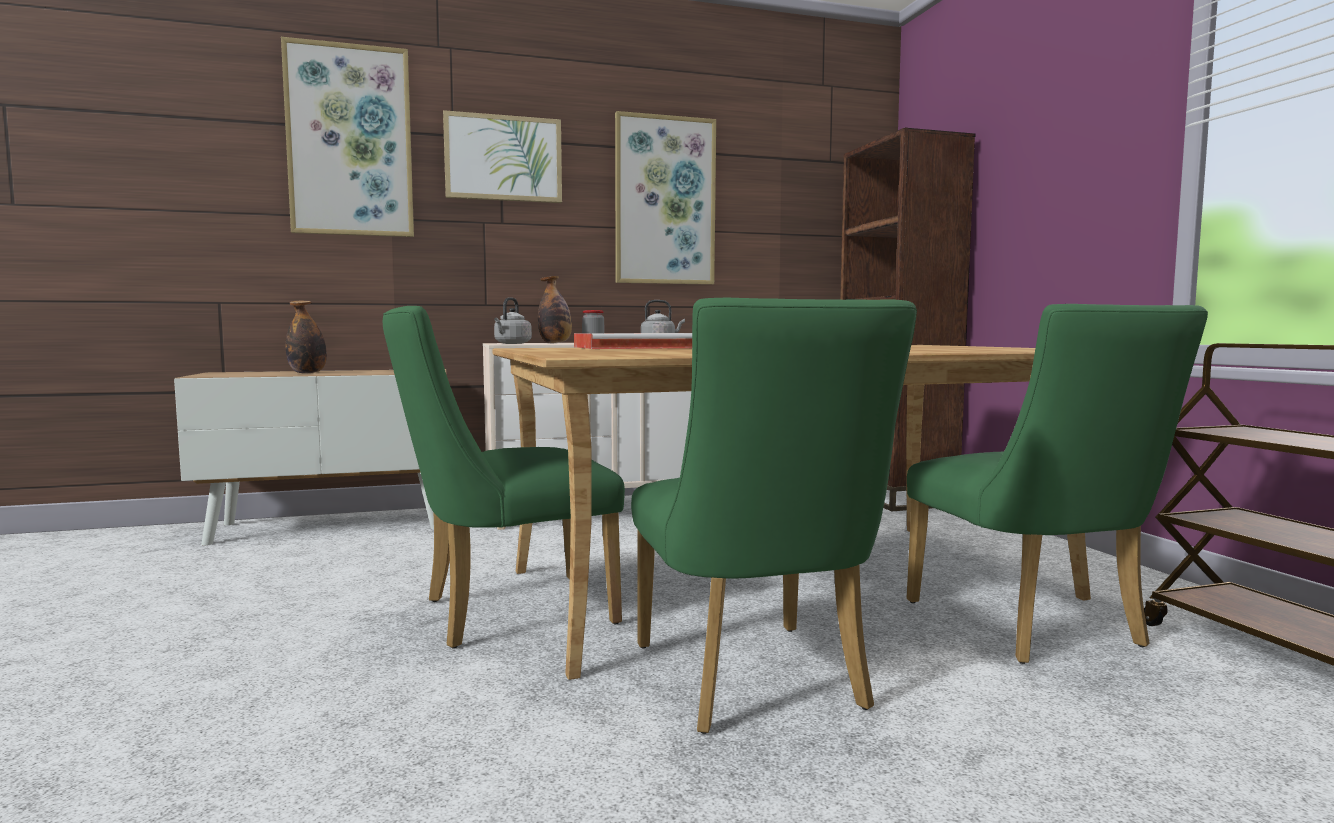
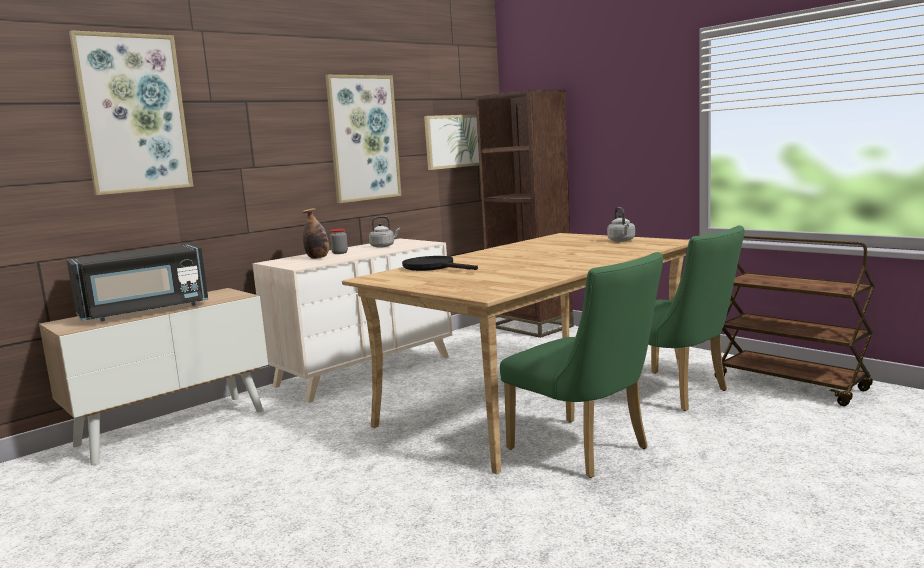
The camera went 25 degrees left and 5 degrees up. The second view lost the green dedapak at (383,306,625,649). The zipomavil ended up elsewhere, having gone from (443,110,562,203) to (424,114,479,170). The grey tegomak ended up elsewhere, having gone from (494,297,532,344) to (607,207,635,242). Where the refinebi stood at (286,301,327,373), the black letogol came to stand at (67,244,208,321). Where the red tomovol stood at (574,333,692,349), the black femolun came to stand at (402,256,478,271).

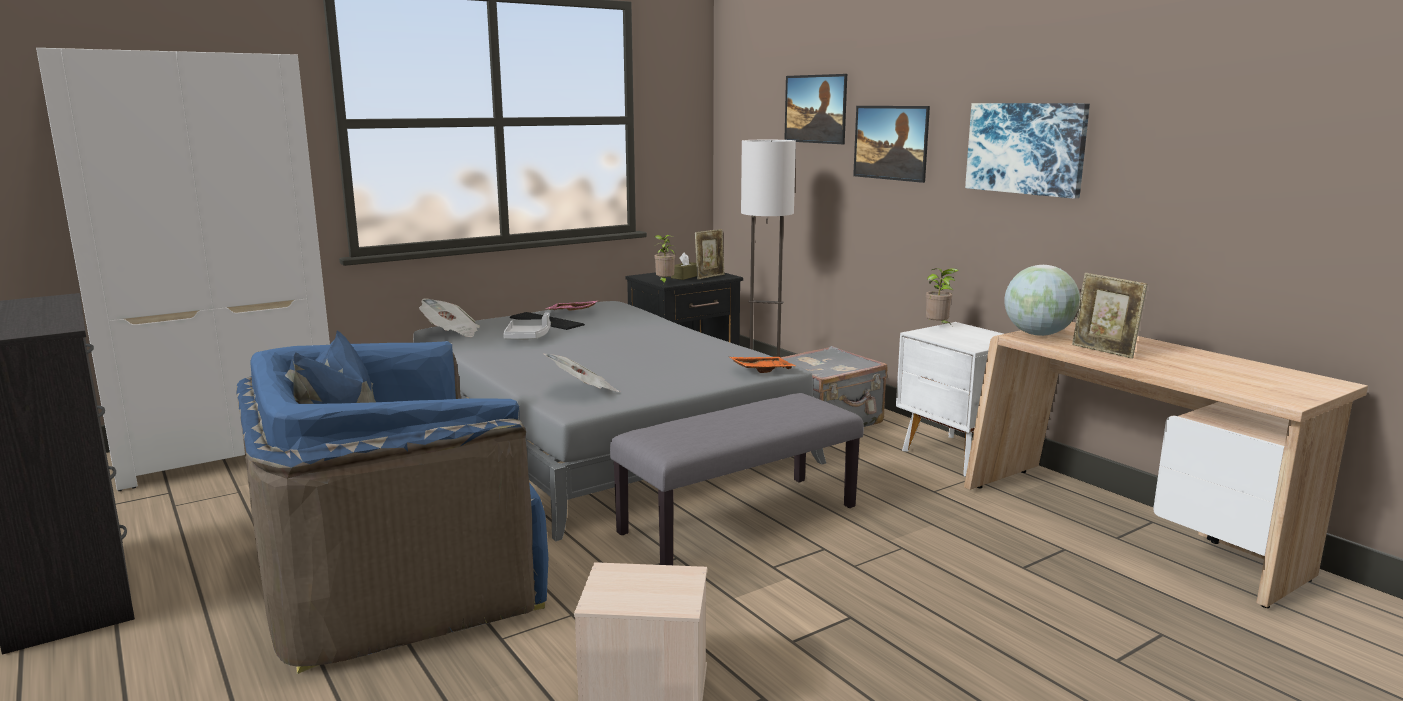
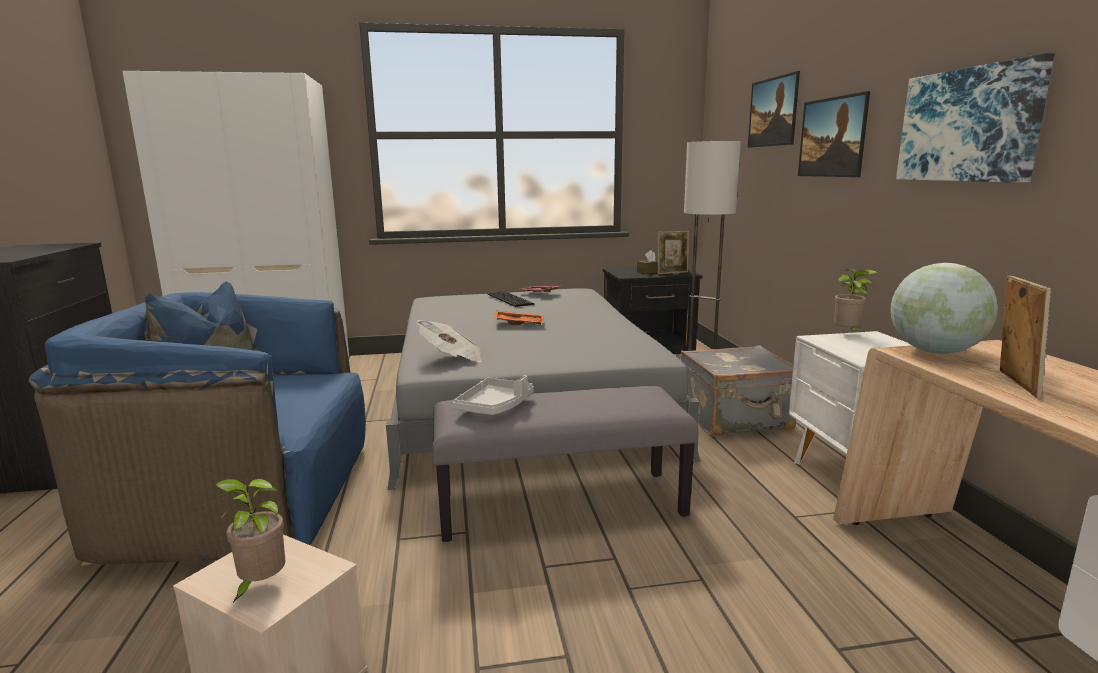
The camera went 25 degrees right and 0 degrees up. The second view lost the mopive at (419,299,480,337). The grey tomovol ended up elsewhere, having gone from (503,313,551,340) to (453,375,534,415). The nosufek ended up elsewhere, having gone from (654,235,675,284) to (209,478,285,603). The orange tomovol ended up elsewhere, having gone from (730,357,796,373) to (494,310,544,325). The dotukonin at (1072,273,1147,359) ended up facing another way, 150 degrees counterclockwise from before.

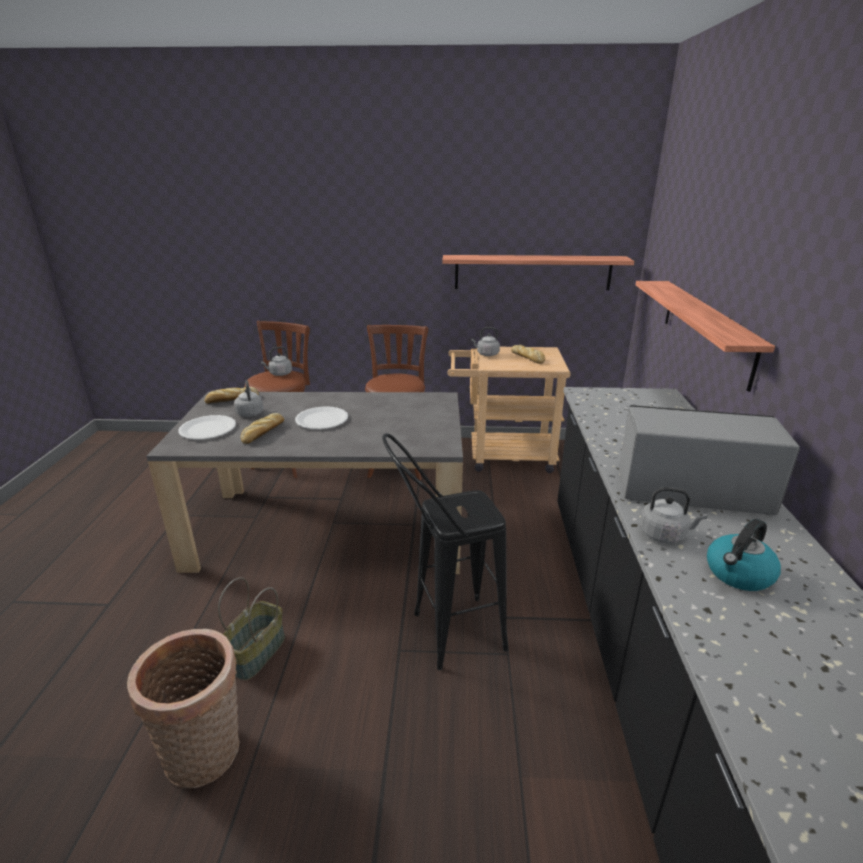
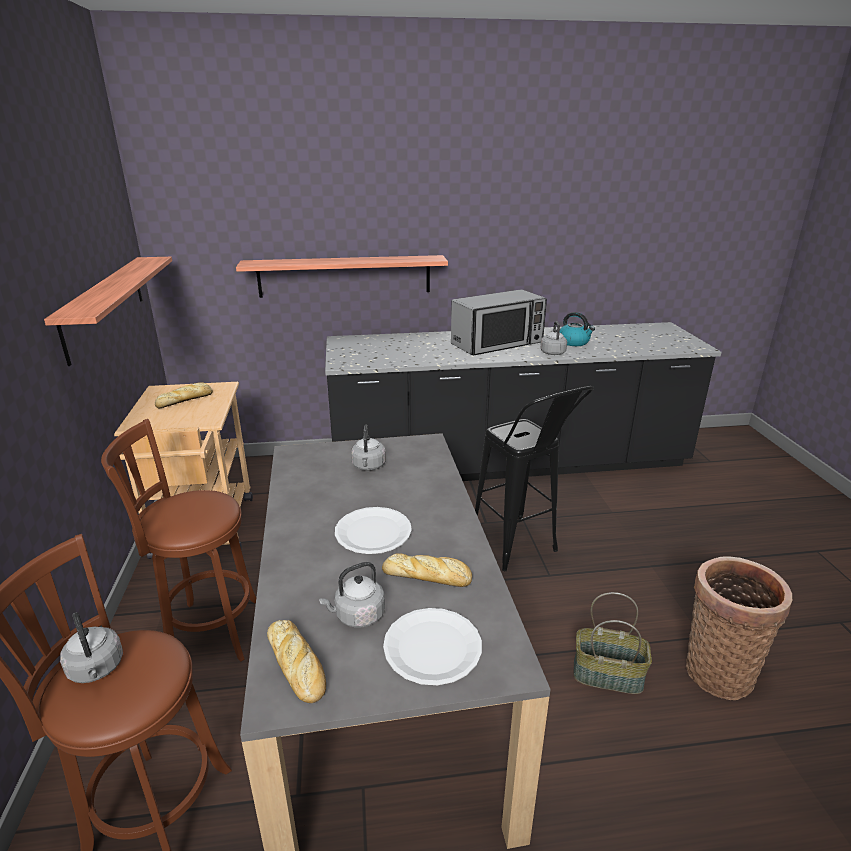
The camera went 100 degrees left and 0 degrees up. The grey tegomak ended up elsewhere, having gone from (471,327,500,356) to (351,424,386,471). The letogol at (619,405,800,515) ended up facing another way, 120 degrees counterclockwise from before.

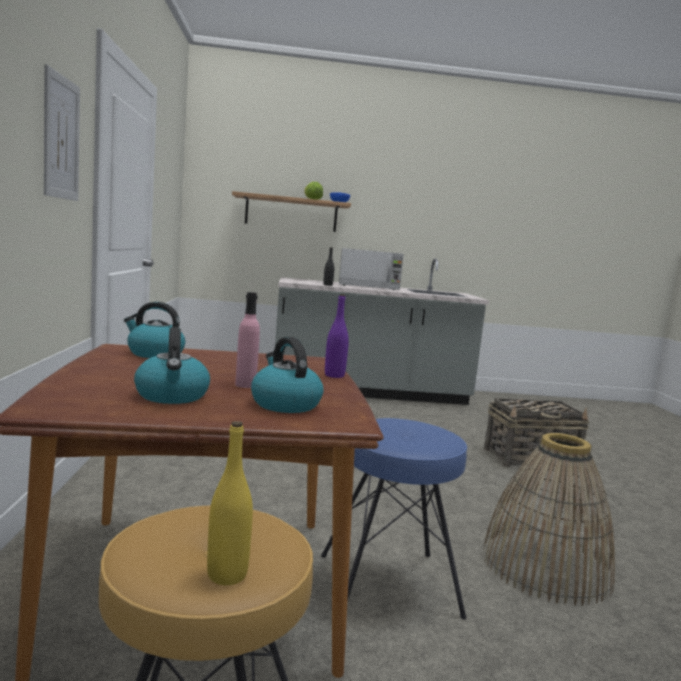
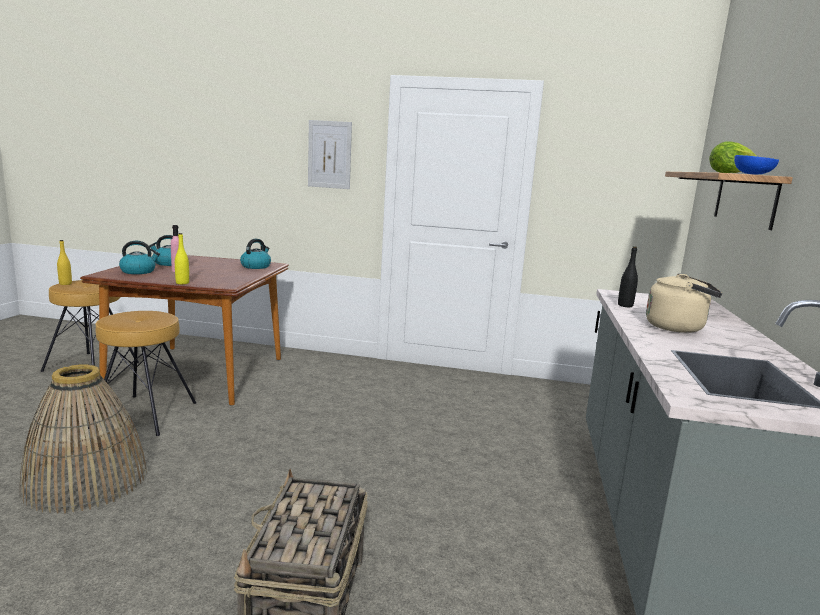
The camera went 105 degrees right and 5 degrees up. Where the letogol stood at (339,248,404,290), the beige tegomak came to stand at (646,273,722,333). What was the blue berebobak at (321,418,467,619) turned into the brown berebobak at (88,311,196,436). What was the purple refinebi at (325,294,349,378) turned into the yellow refinebi at (175,233,189,284).

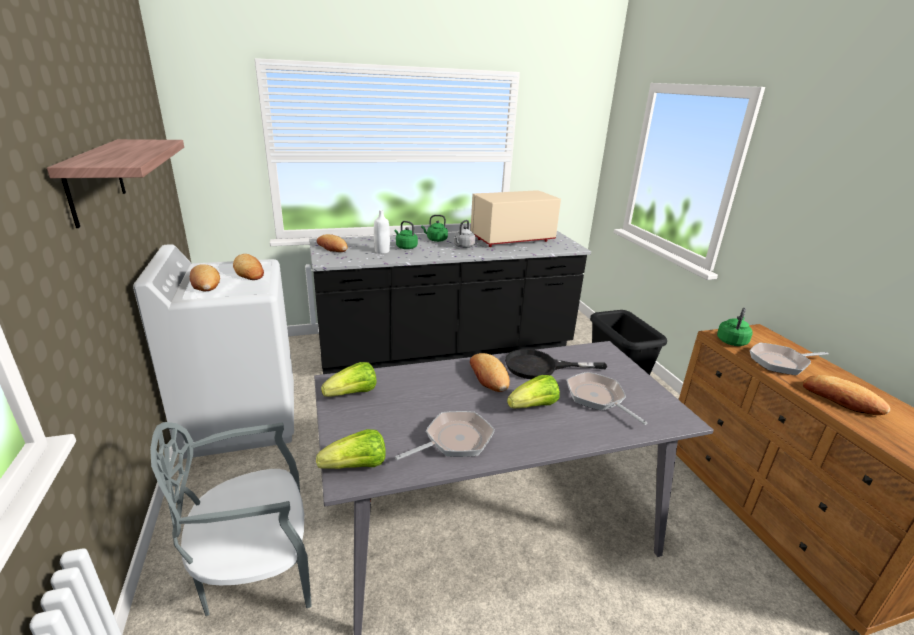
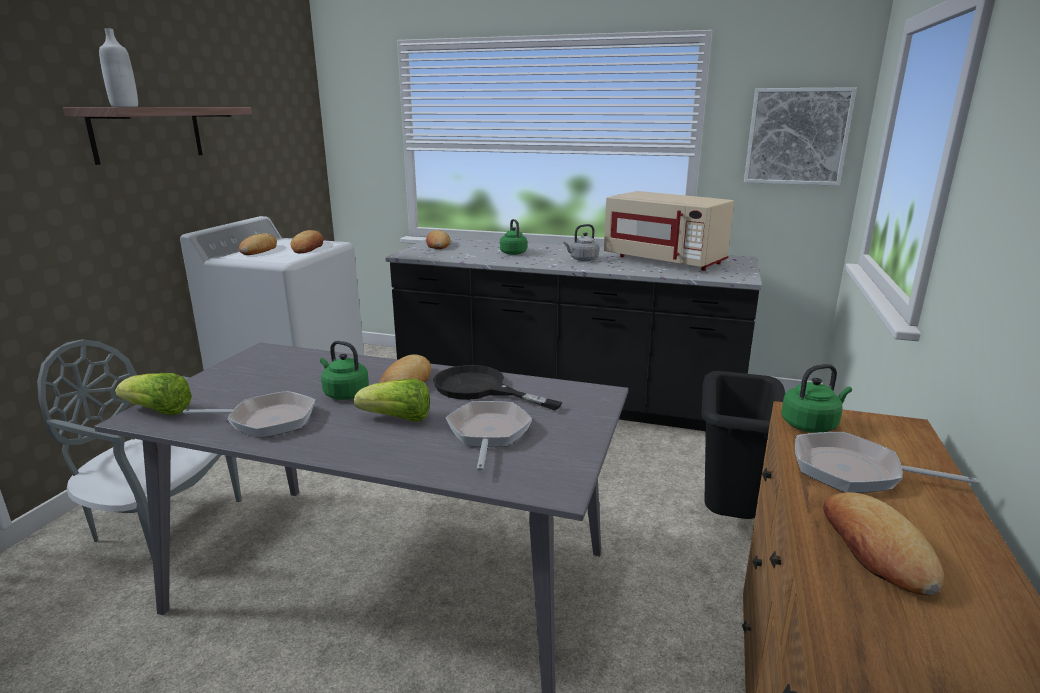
The camera went 35 degrees right and 5 degrees down. The second view lost the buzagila at (321,362,377,397). The second view gained the zipomavil at (744,87,857,186). The white refinebi ended up elsewhere, having gone from (374,210,390,254) to (99,28,138,107). The green tegomak ended up elsewhere, having gone from (421,215,448,242) to (320,341,369,400). The beige letogol at (471,190,561,247) ended up facing another way, 150 degrees counterclockwise from before.

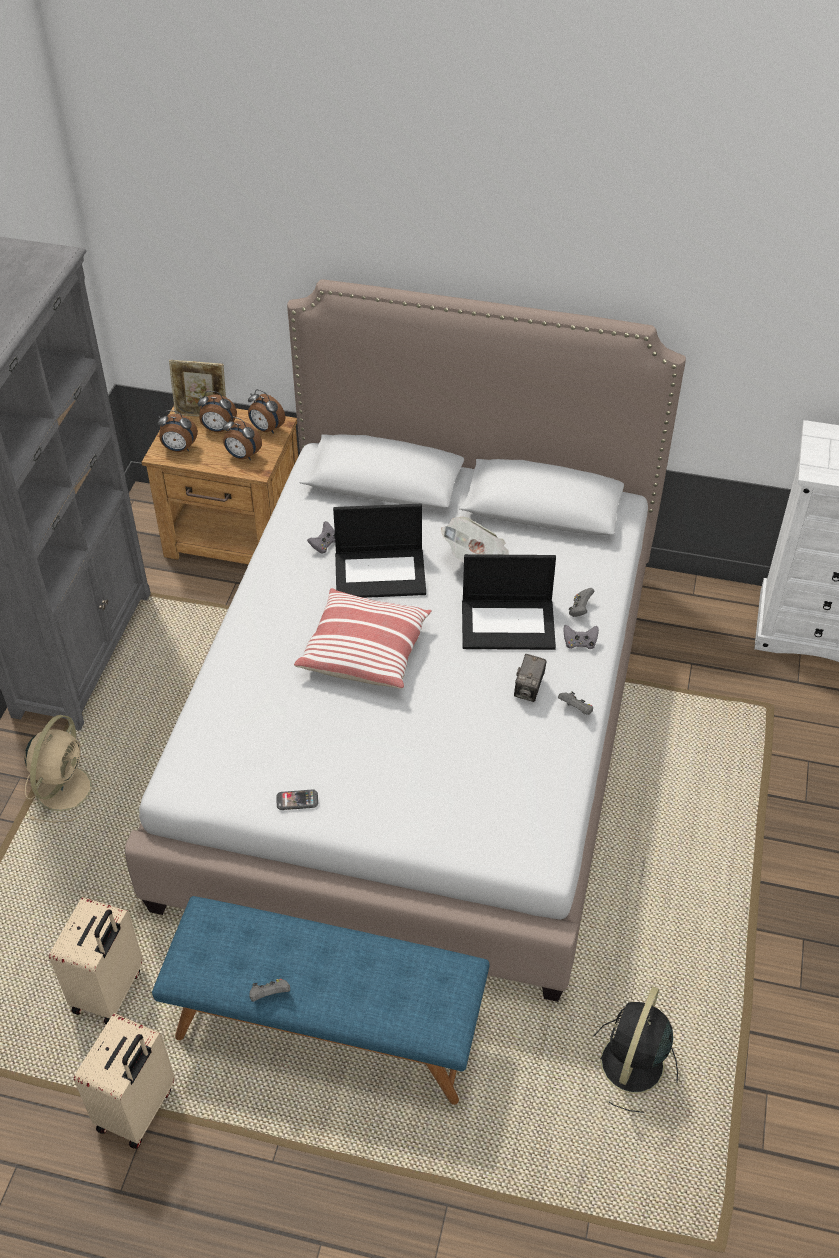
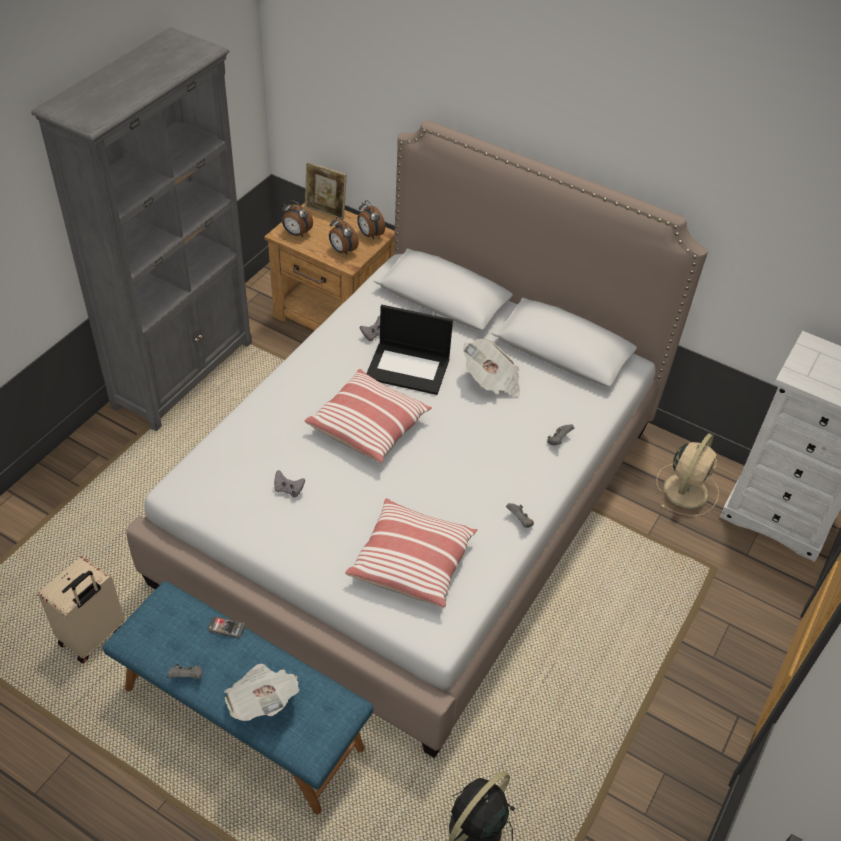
The camera went 15 degrees right and 0 degrees up. The second view lost the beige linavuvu at (74,1013,175,1149). The second view lost the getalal at (198,391,237,432). The second view lost the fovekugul at (462,554,556,650). The second view lost the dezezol at (514,654,547,702). The second view gained the mopive at (224,664,299,721). The second view gained the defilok at (345,498,477,608). The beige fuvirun ended up elsewhere, having gone from (24,715,96,823) to (656,433,719,517). The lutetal ended up elsewhere, having gone from (276,789,318,810) to (208,616,245,638). The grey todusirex ended up elsewhere, having gone from (563,625,599,649) to (274,470,305,497).

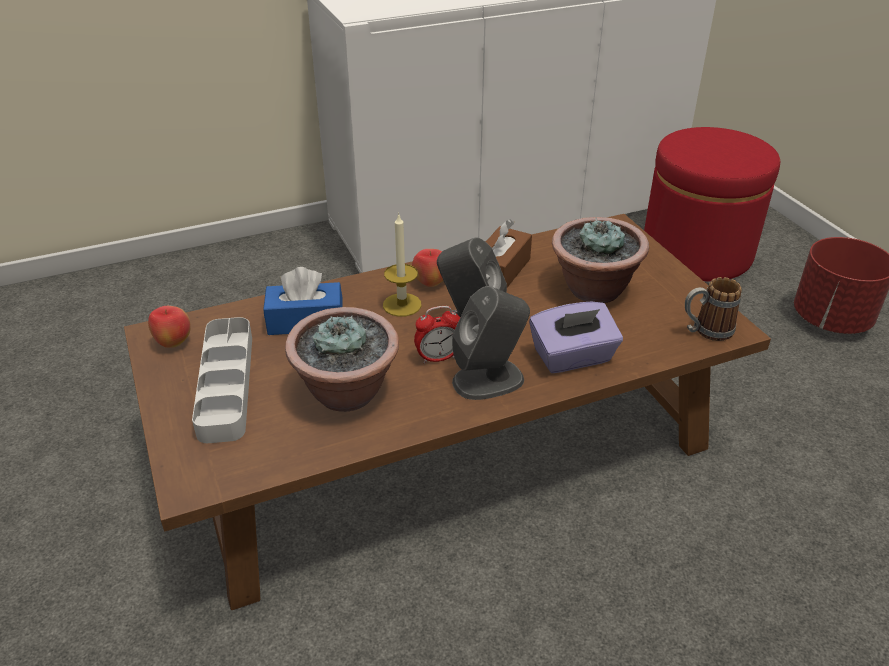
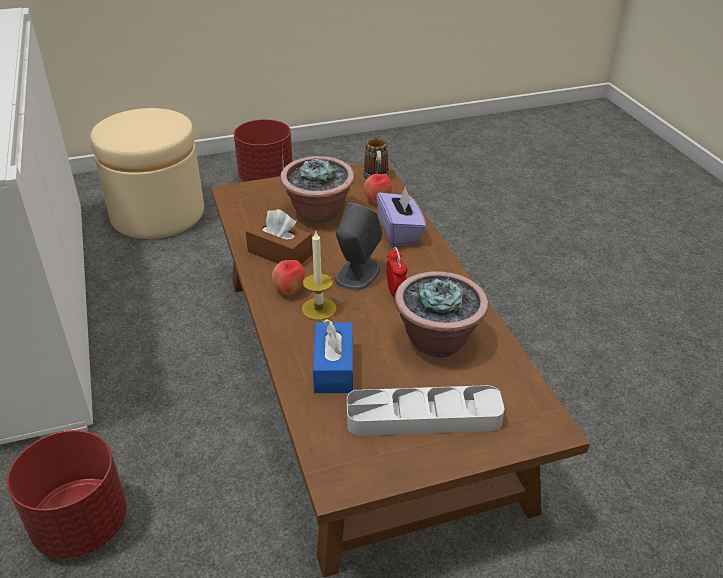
The camera went 85 degrees left and 0 degrees up. The second view lost the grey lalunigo at (452,286,530,400). The second view gained the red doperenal at (7,430,127,558). The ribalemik ended up elsewhere, having gone from (148,306,191,348) to (364,174,392,204). What was the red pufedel at (644,127,780,281) turned into the beige pufedel at (90,108,204,239).

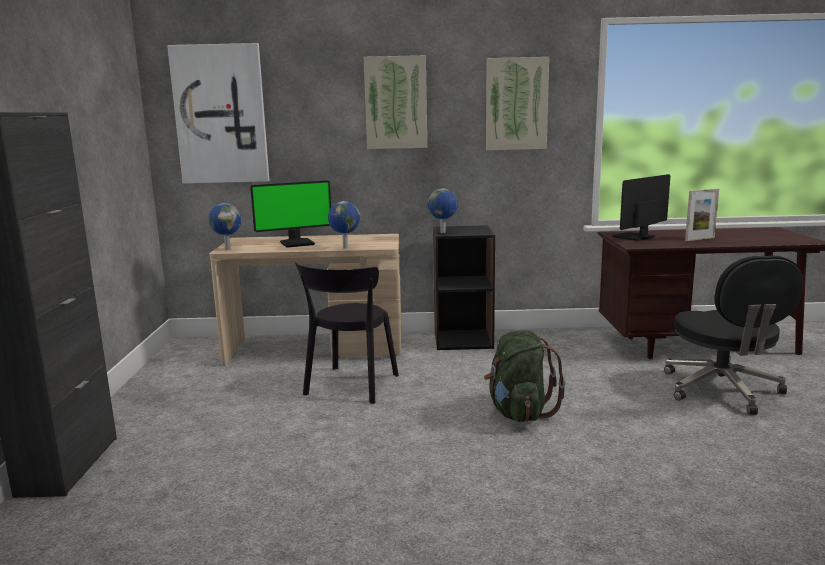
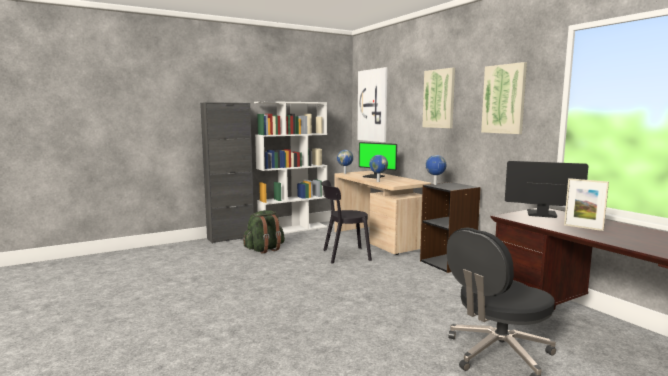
The camera went 60 degrees right and 5 degrees down. The second view gained the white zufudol at (254,101,327,234). The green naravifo ended up elsewhere, having gone from (484,330,565,422) to (243,210,285,254).

